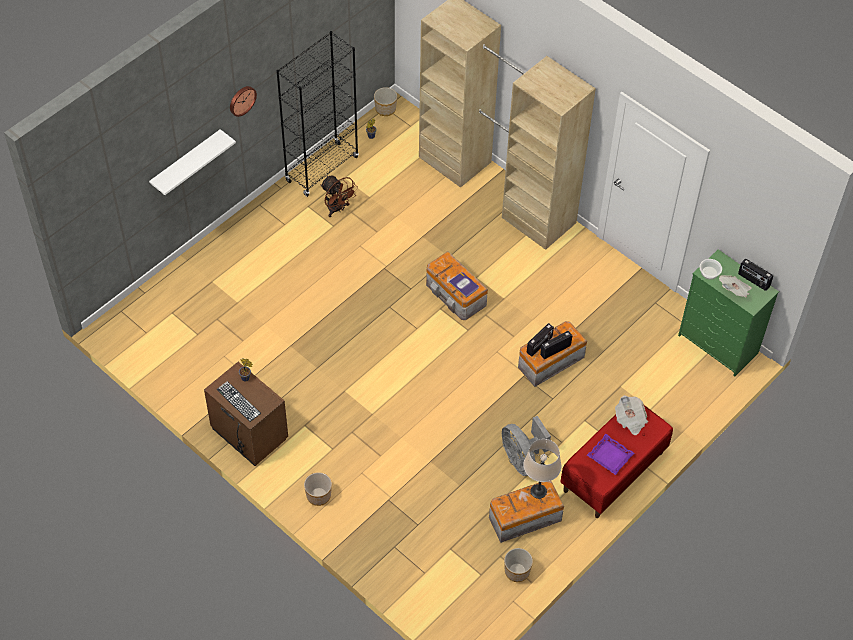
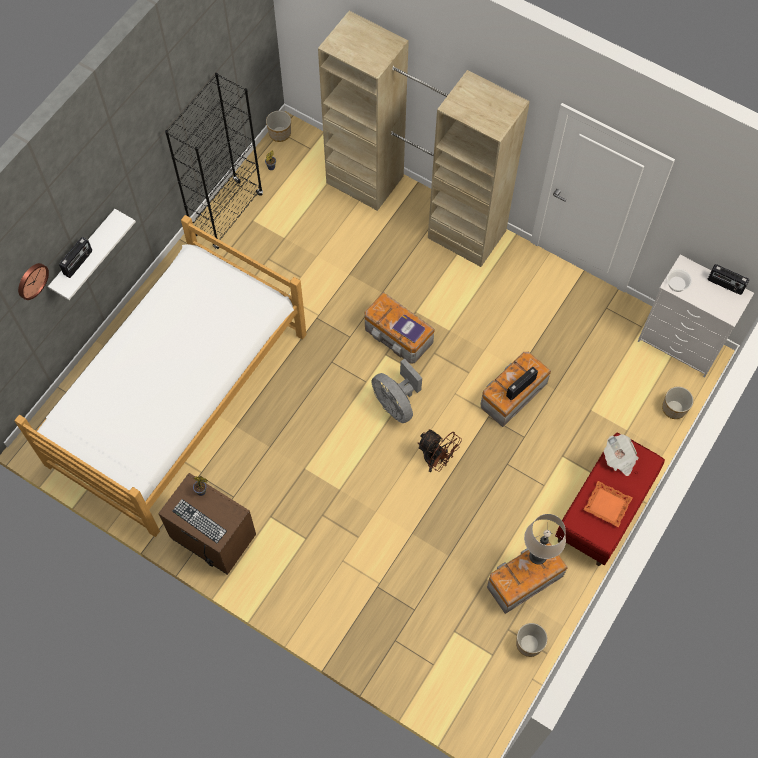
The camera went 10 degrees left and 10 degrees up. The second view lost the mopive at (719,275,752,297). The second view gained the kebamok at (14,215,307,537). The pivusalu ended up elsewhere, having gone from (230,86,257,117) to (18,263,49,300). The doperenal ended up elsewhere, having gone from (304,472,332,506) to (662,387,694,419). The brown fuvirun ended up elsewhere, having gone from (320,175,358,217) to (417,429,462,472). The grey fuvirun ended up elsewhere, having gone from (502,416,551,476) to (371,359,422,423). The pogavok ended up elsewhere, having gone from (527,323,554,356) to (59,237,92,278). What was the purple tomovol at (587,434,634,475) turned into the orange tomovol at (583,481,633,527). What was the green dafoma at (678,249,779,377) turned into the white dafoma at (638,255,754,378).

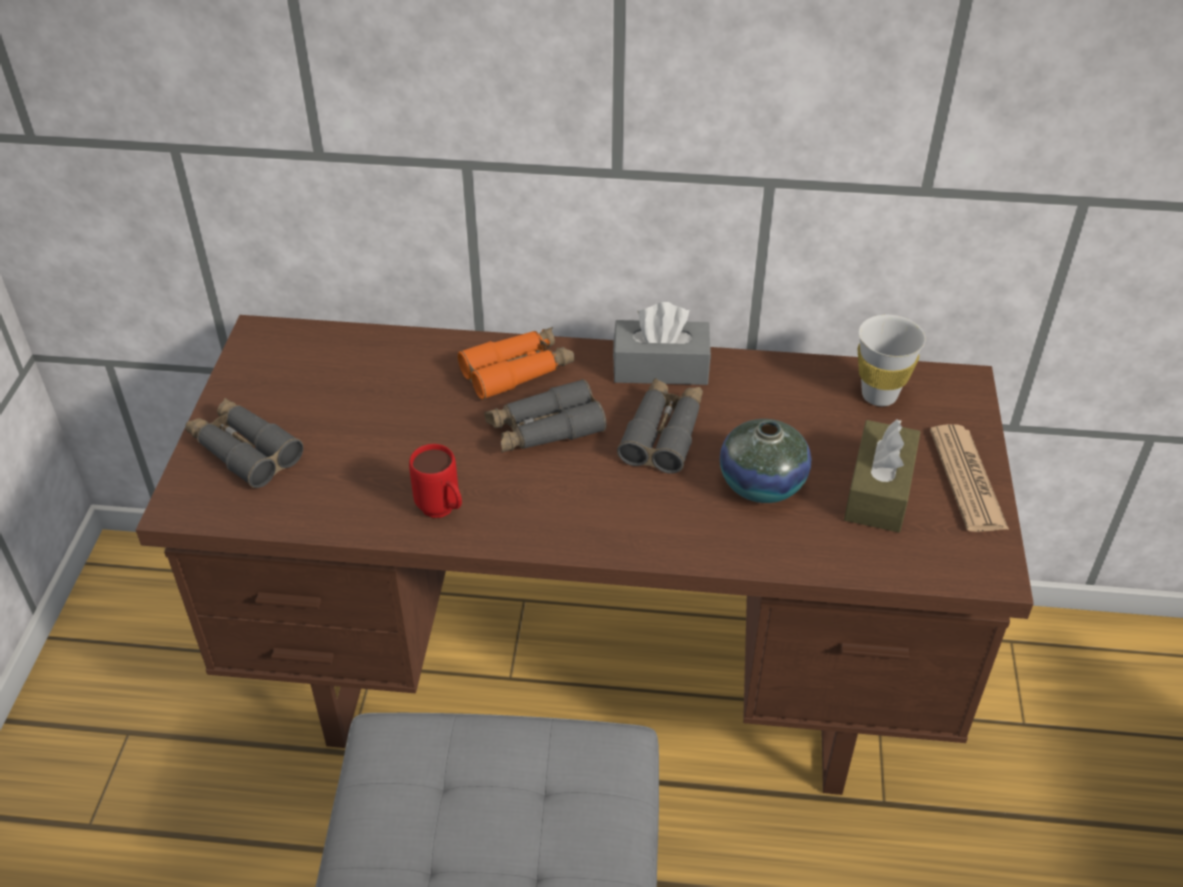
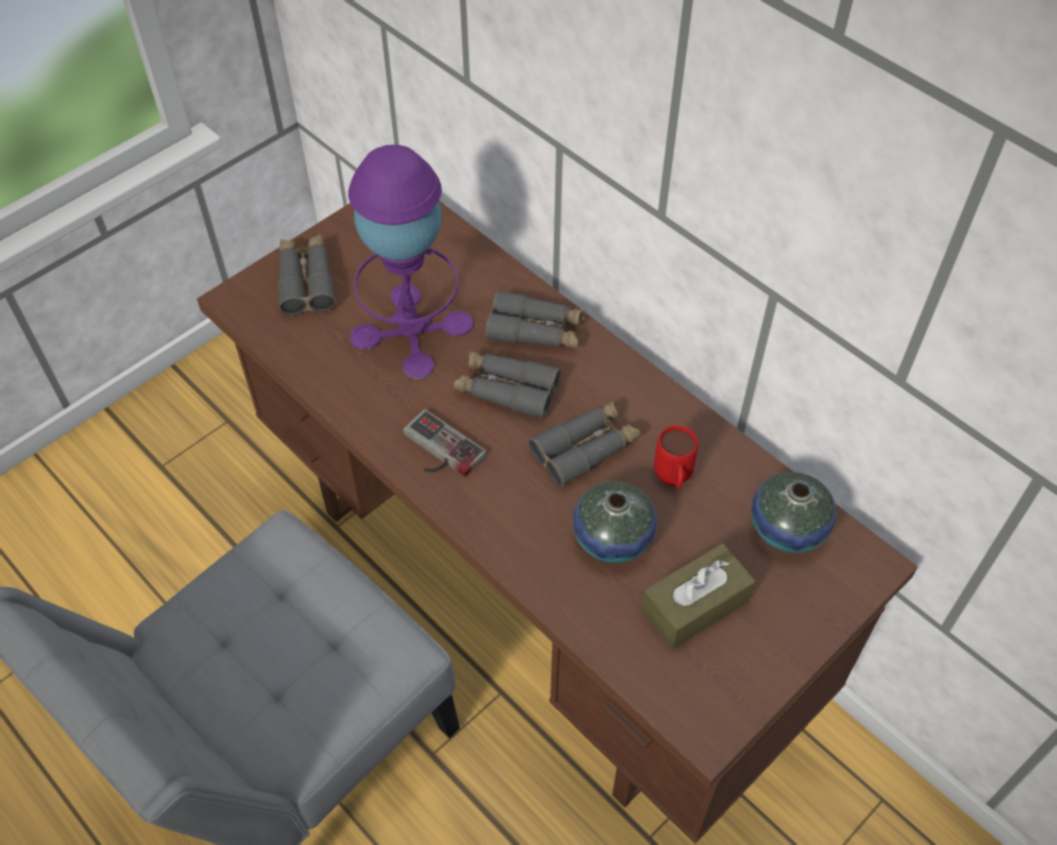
The camera went 40 degrees right and 10 degrees up. The second view lost the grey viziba at (613,302,711,385). The second view lost the mopive at (930,424,1009,532). The second view gained the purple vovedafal at (348,145,473,379). The second view gained the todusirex at (403,409,487,477). The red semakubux ended up elsewhere, having gone from (409,444,462,518) to (654,425,698,489). Where the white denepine stood at (858,315,926,406), the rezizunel came to stand at (751,472,837,553). What was the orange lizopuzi at (458,327,575,400) turned into the grey lizopuzi at (485,290,586,348).

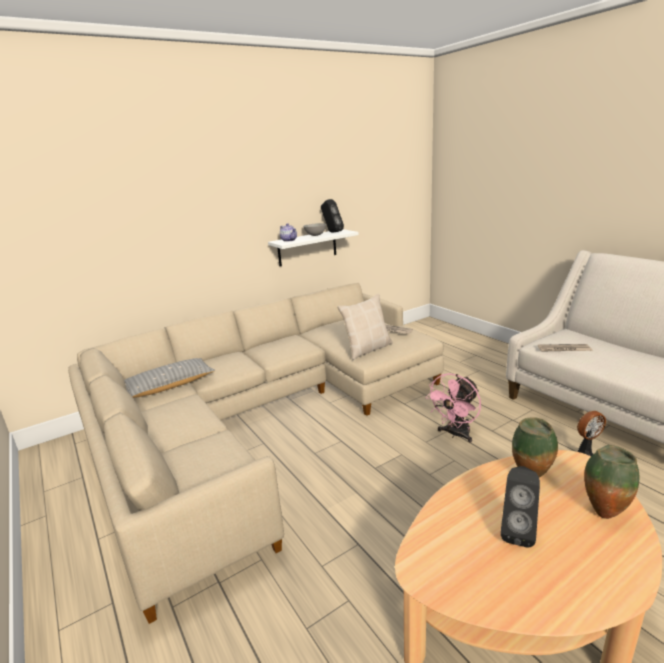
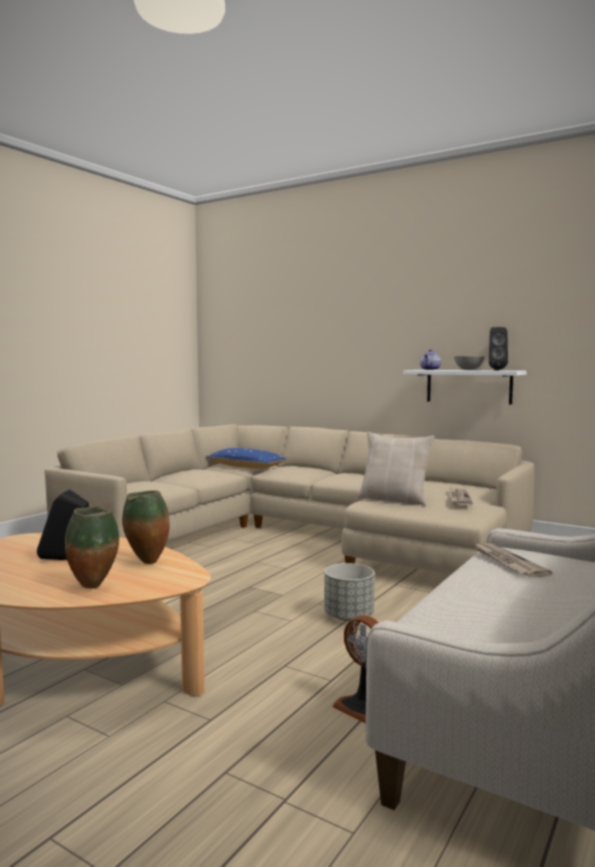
The camera went 65 degrees right and 15 degrees down. Where the pink fuvirun stood at (425,373,481,443), the grey doperenal came to stand at (324,563,375,621). What was the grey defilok at (124,358,215,398) turned into the blue defilok at (205,448,287,469).

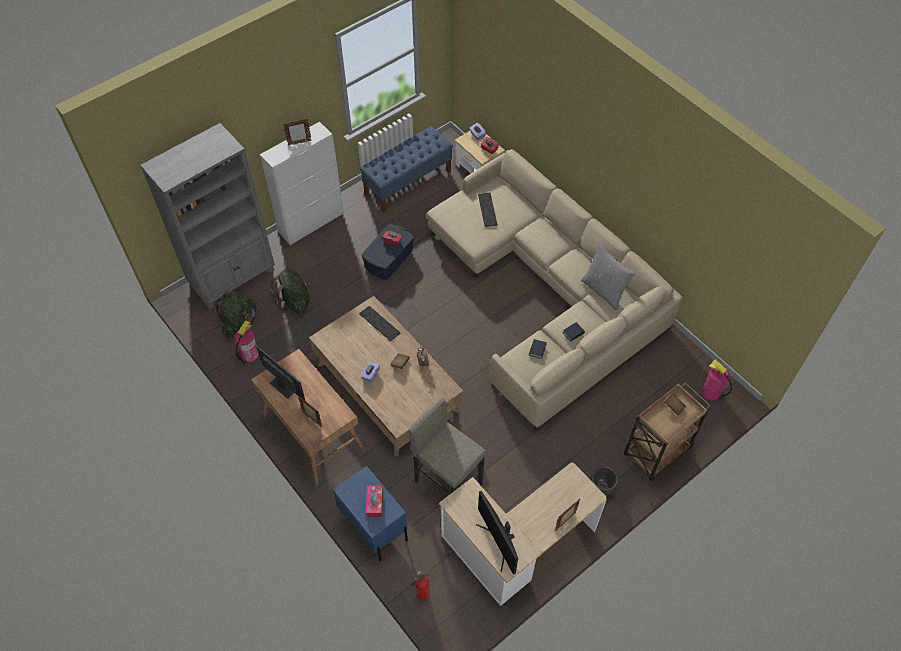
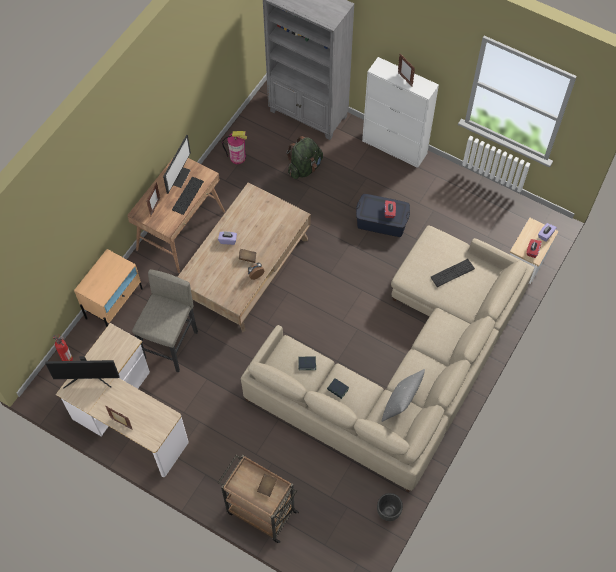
The camera went 70 degrees right and 5 degrees up. The second view lost the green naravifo at (215,291,257,339). The second view lost the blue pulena at (360,126,453,213). The second view lost the viziba at (366,485,383,517). The second view lost the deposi at (702,360,732,401). The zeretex ended up elsewhere, having gone from (359,306,400,341) to (172,177,204,215). The black doperenal ended up elsewhere, having gone from (591,466,618,496) to (377,493,403,521). What was the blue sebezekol at (333,466,408,562) turned into the beige sebezekol at (74,249,143,327). The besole at (476,491,518,575) ended up facing another way, 135 degrees counterclockwise from before.

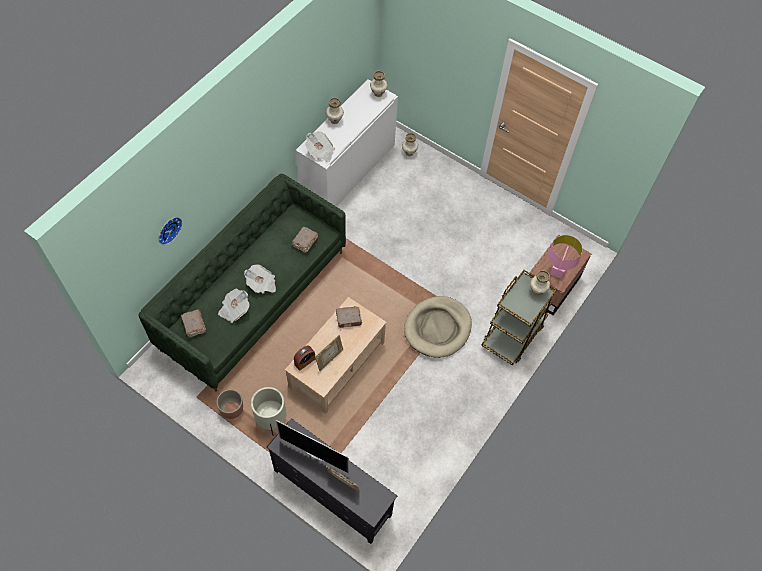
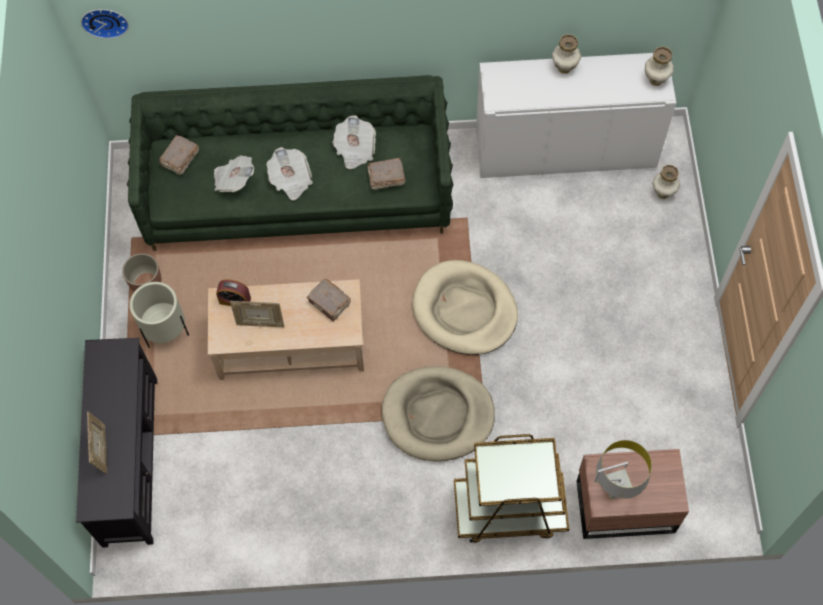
The camera went 55 degrees right and 5 degrees up. The second view lost the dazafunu at (276,420,349,474). The second view lost the rezizunel at (530,270,550,295). The second view gained the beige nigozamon at (412,260,518,355). The pivusalu ended up elsewhere, having gone from (159,217,182,245) to (81,9,129,39). The mopive ended up elsewhere, having gone from (305,131,335,162) to (332,115,376,170). What was the pink vovedafal at (548,235,582,278) turned into the grey vovedafal at (594,440,652,500).

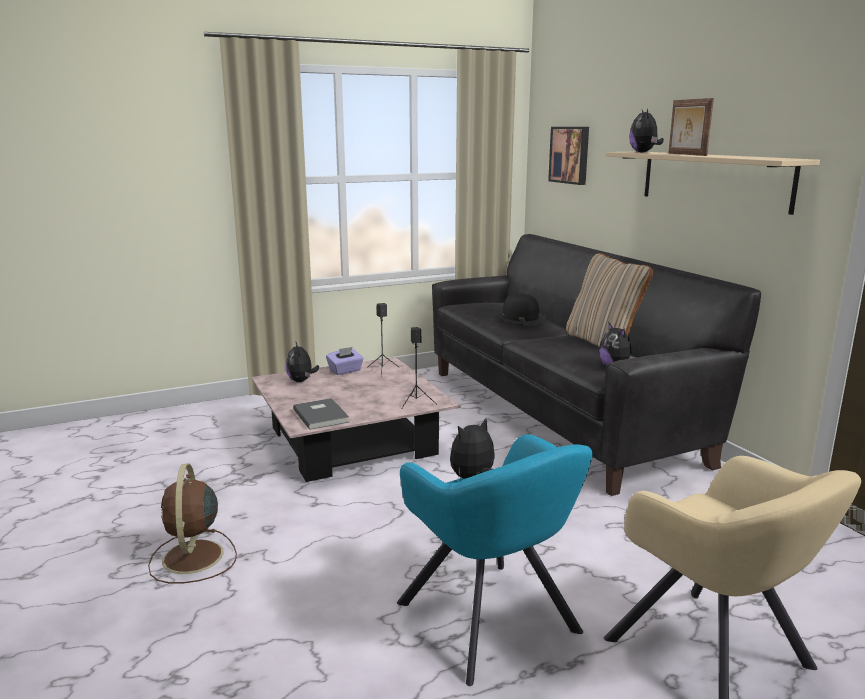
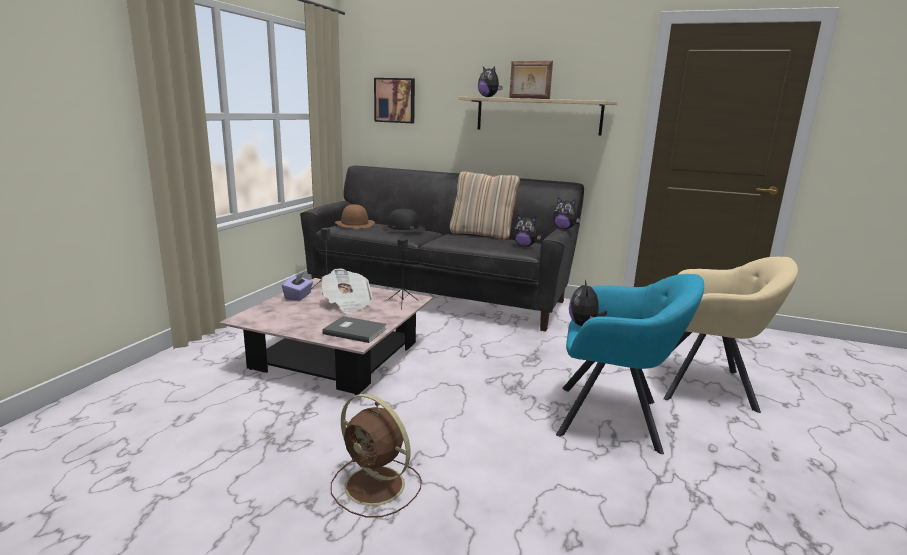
The camera went 45 degrees left and 0 degrees up. The second view gained the mopive at (321,268,373,314). The second view gained the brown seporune at (335,204,375,229). The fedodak ended up elsewhere, having gone from (286,342,319,382) to (553,198,581,229).

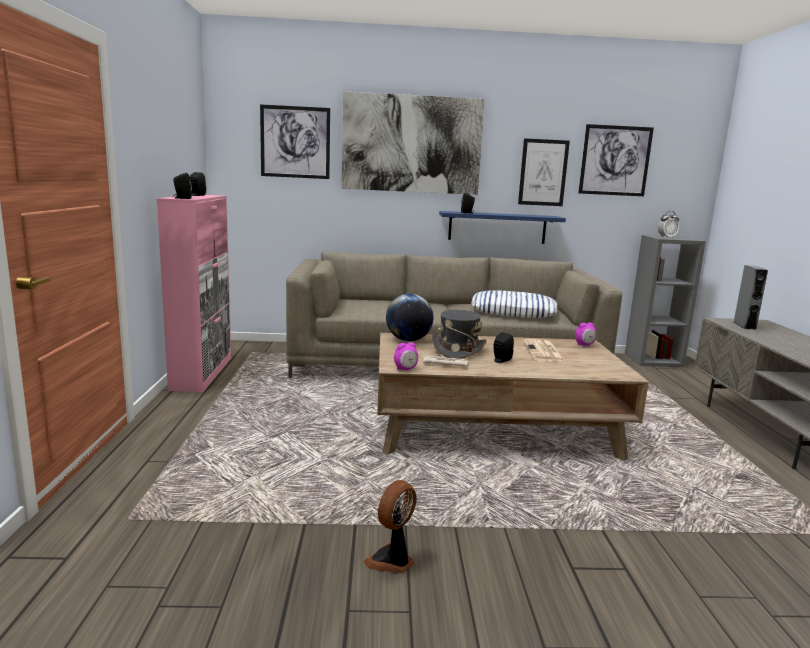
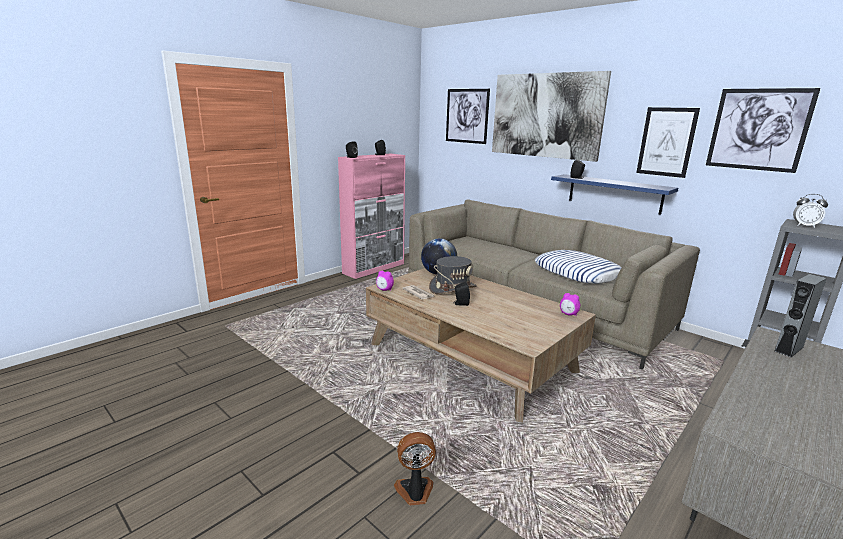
The camera went 45 degrees right and 5 degrees up. The second view lost the mopive at (523,339,566,362). The fuvirun ended up elsewhere, having gone from (363,480,416,573) to (394,432,436,505).

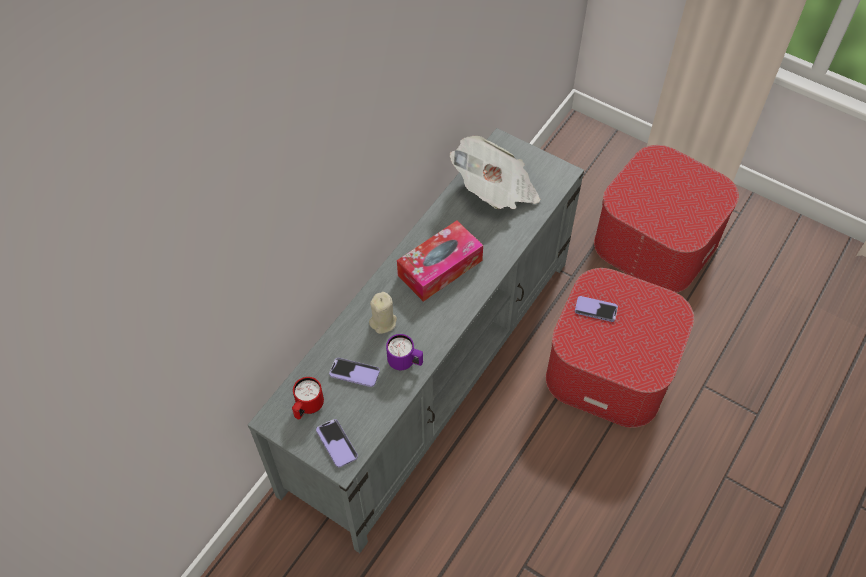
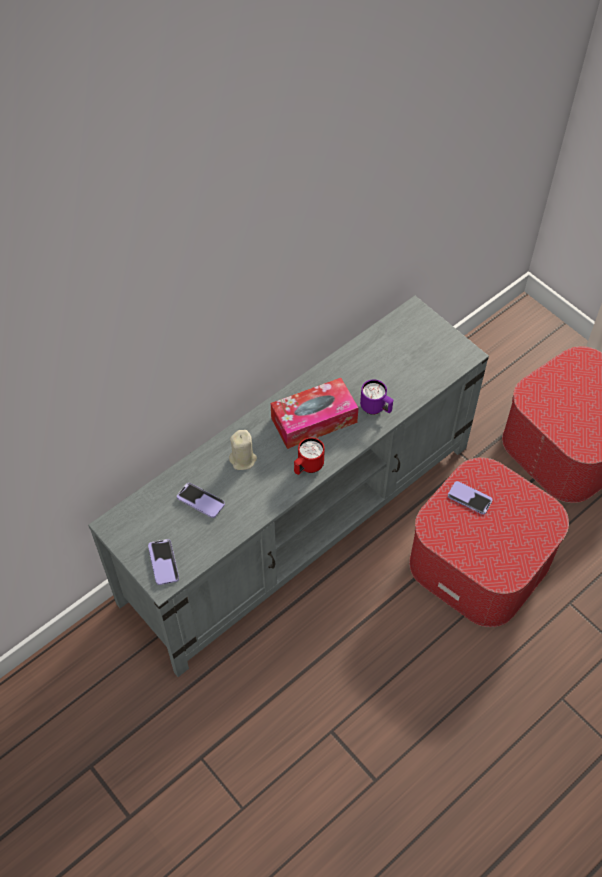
The camera went 15 degrees right and 0 degrees up. The second view lost the mopive at (450,136,541,210). The red semakubux ended up elsewhere, having gone from (292,377,324,419) to (294,437,325,475). The purple semakubux ended up elsewhere, having gone from (386,334,423,370) to (360,380,393,415).

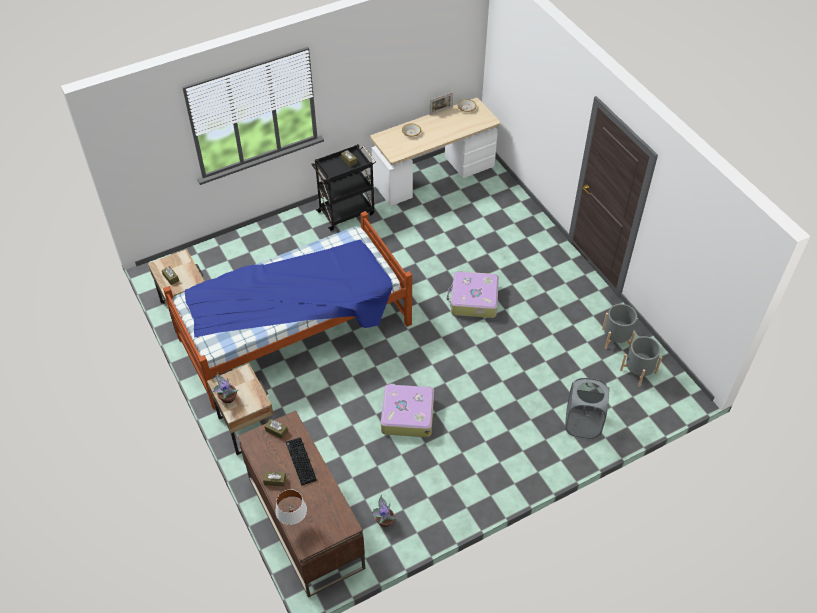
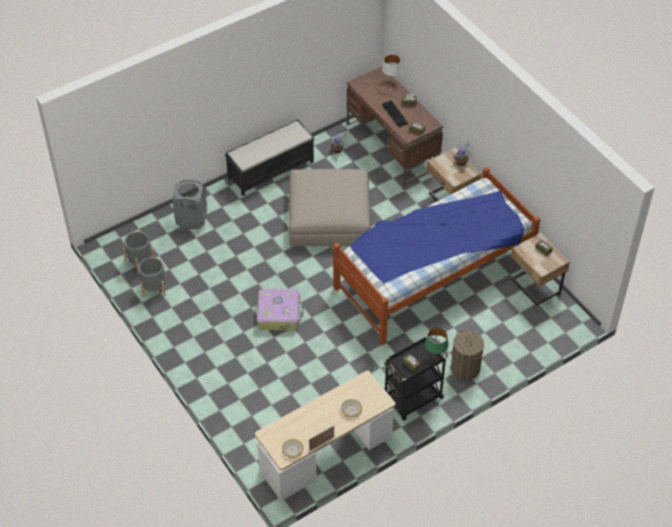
The camera went 175 degrees right and 0 degrees up. The second view gained the black pulena at (225,119,314,196). The second view gained the green vovedafal at (425,328,449,357). The second view gained the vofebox at (451,330,484,380). Where the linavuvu stood at (381,384,434,437), the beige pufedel came to stand at (289,169,371,247).

